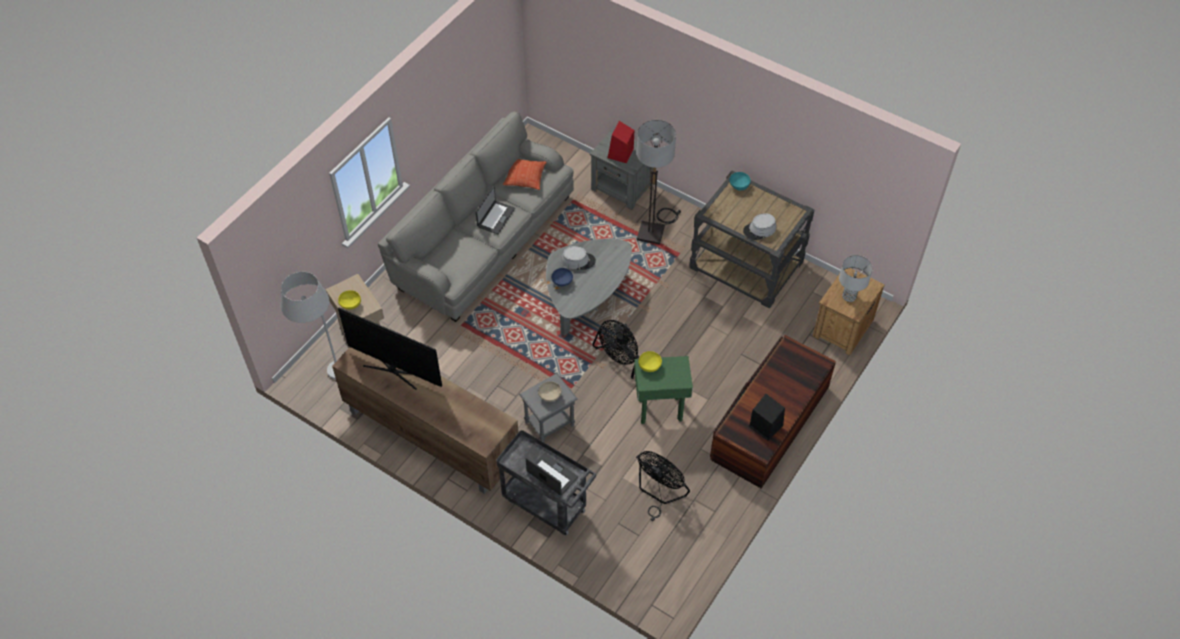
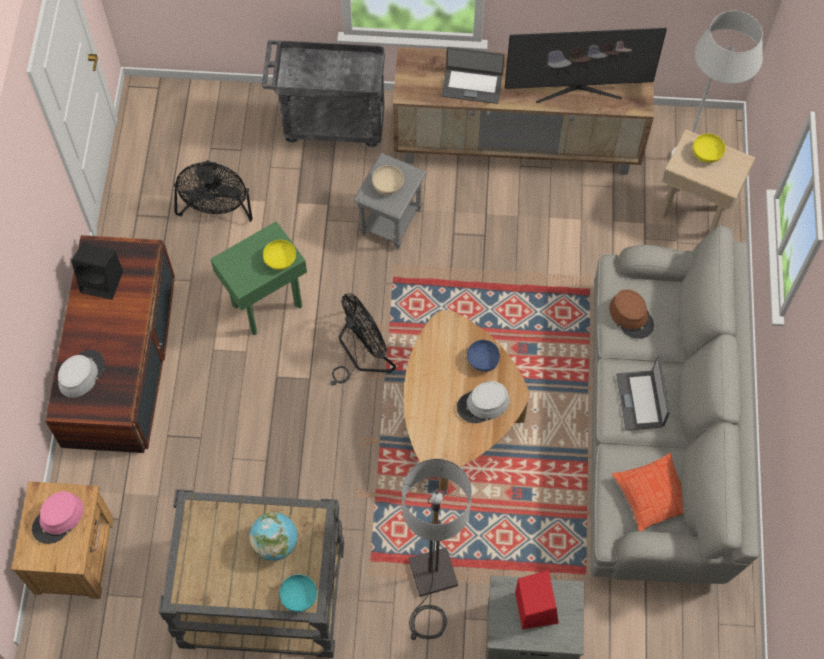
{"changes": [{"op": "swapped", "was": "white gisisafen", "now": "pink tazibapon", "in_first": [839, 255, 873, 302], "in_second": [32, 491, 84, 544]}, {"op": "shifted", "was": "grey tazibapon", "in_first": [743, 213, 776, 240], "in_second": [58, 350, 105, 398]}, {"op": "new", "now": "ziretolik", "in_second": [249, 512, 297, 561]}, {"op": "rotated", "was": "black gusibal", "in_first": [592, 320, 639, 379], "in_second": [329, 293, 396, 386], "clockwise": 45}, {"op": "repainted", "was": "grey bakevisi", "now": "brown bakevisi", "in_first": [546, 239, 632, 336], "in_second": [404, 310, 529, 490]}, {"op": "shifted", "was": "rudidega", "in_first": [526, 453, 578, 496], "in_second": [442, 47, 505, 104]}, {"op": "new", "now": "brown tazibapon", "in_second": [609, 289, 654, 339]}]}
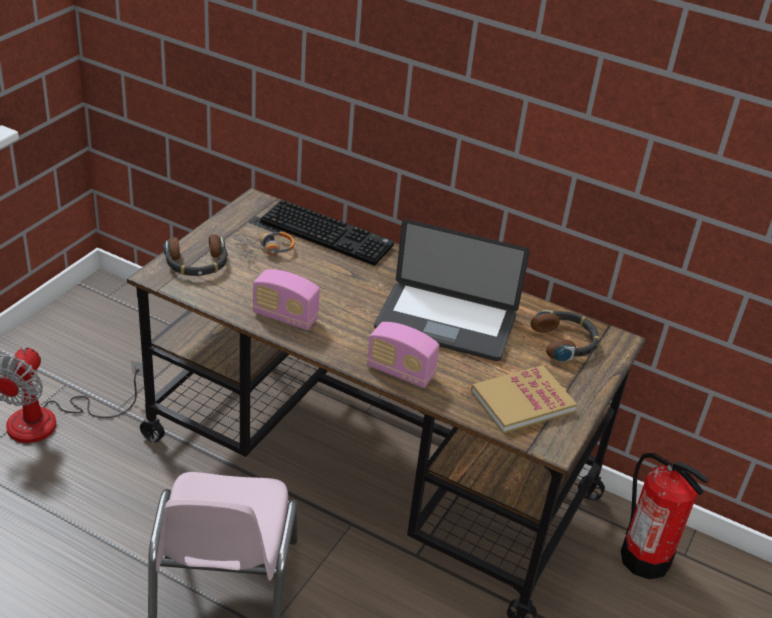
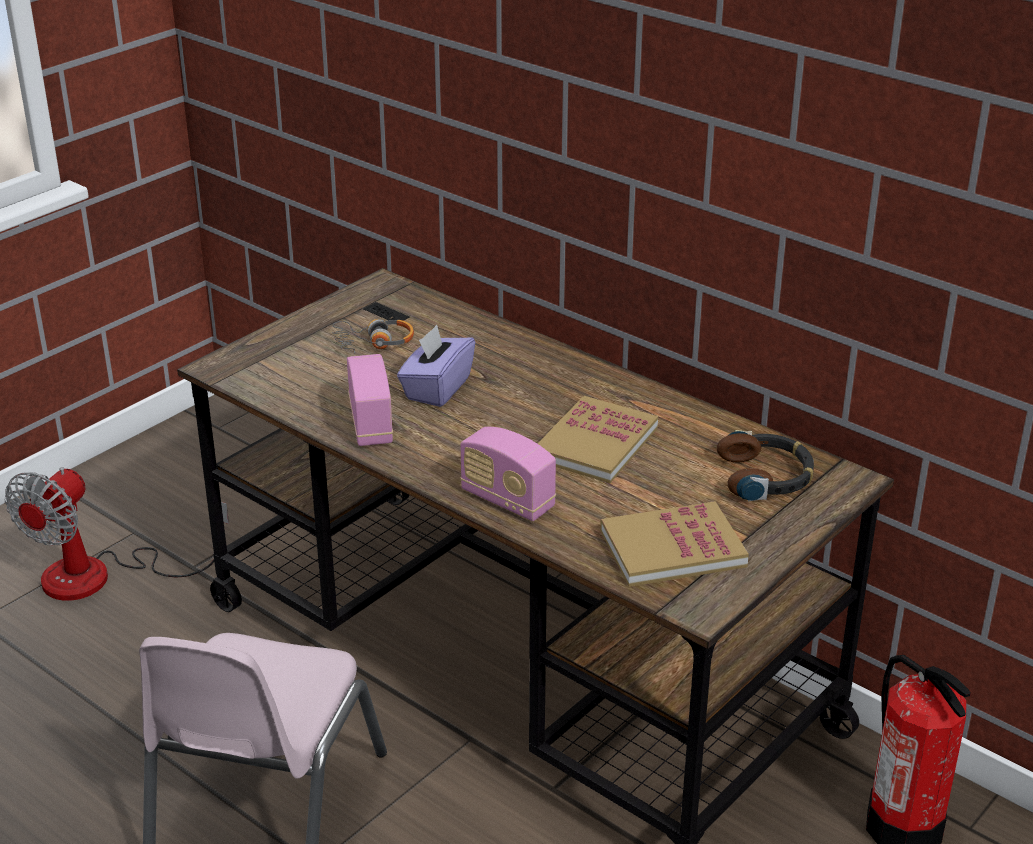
{"changes": [{"op": "rotated", "was": "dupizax", "in_first": [252, 269, 320, 330], "in_second": [347, 354, 393, 446], "clockwise": -135}, {"op": "new", "now": "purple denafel", "in_second": [397, 325, 475, 407]}, {"op": "swapped", "was": "rudidega", "now": "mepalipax", "in_first": [374, 219, 530, 361], "in_second": [538, 396, 658, 483]}, {"op": "gone", "was": "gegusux", "in_first": [163, 234, 228, 276]}, {"op": "gone", "was": "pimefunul", "in_first": [260, 200, 394, 266]}]}
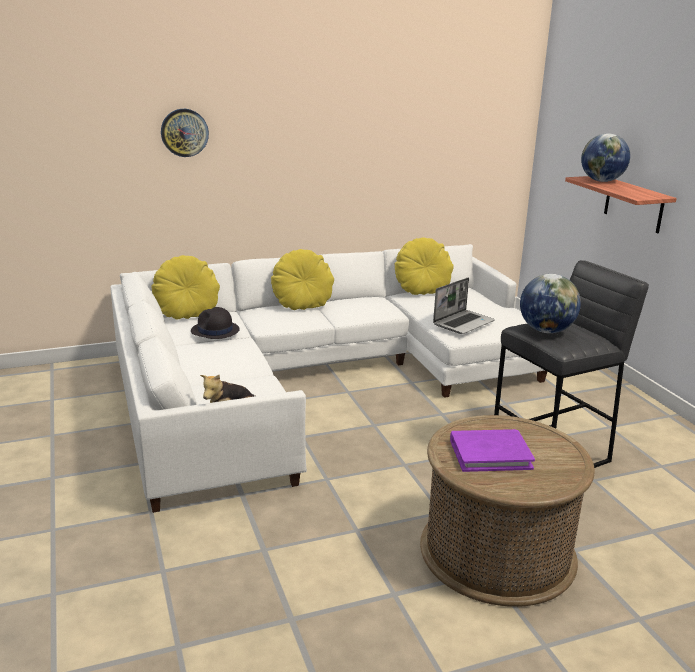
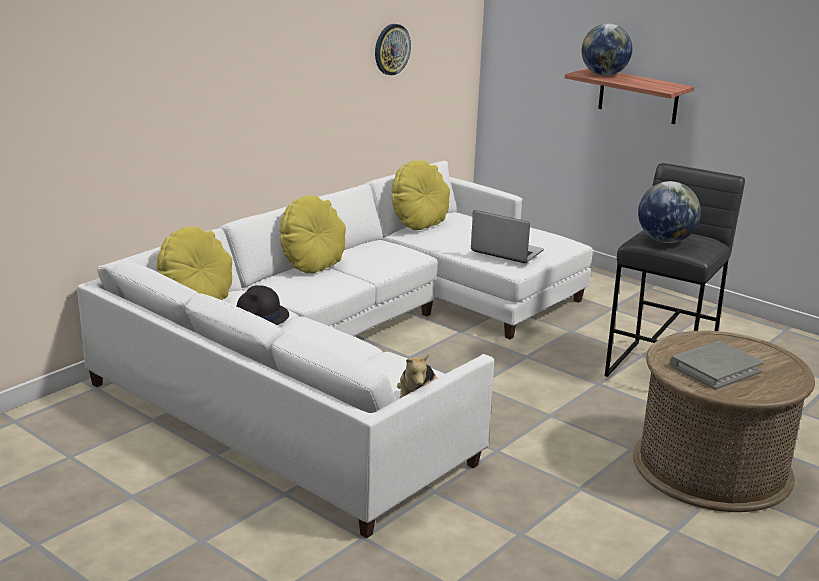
{"changes": [{"op": "shifted", "was": "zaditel", "in_first": [161, 109, 209, 157], "in_second": [375, 24, 411, 75]}, {"op": "rotated", "was": "rudidega", "in_first": [433, 278, 495, 334], "in_second": [471, 210, 544, 263], "clockwise": -75}, {"op": "repainted", "was": "purple mepalipax", "now": "grey mepalipax", "in_first": [450, 429, 535, 472], "in_second": [670, 341, 764, 390]}]}
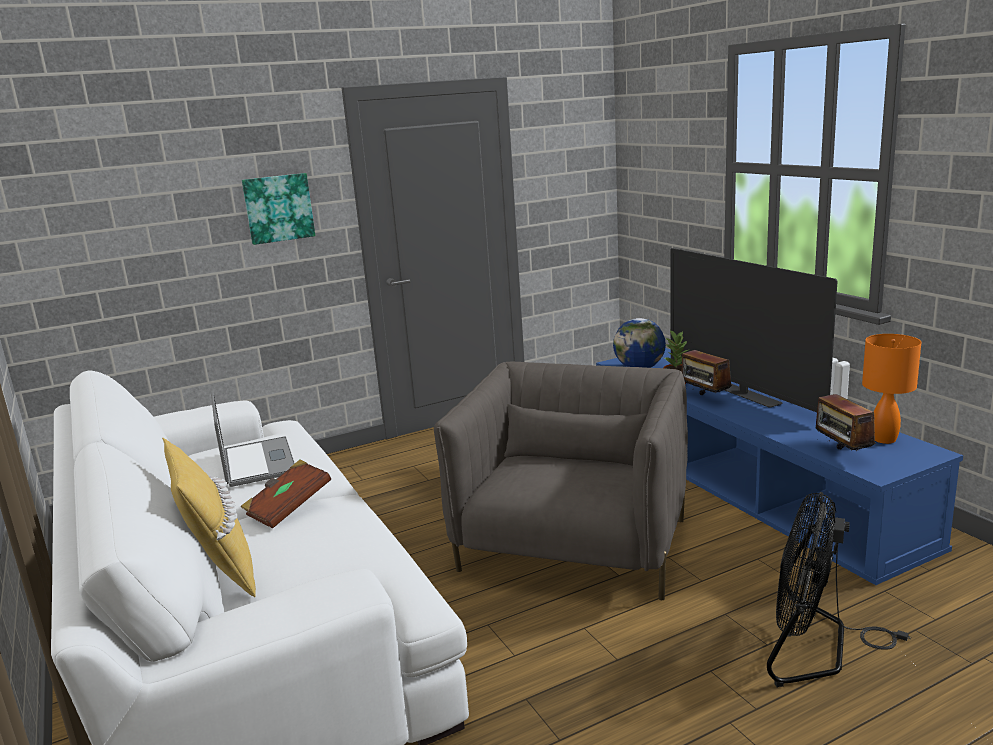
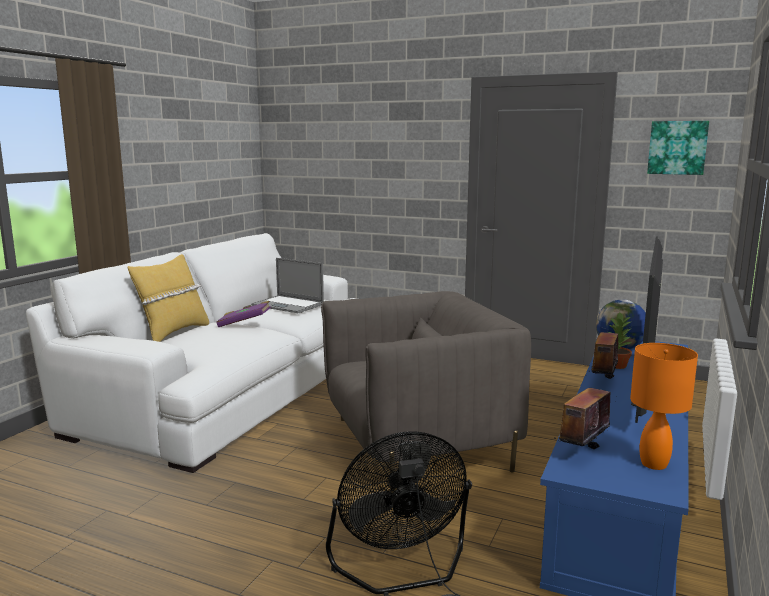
{"changes": [{"op": "repainted", "was": "brown mepalipax", "now": "purple mepalipax", "in_first": [241, 459, 331, 529], "in_second": [217, 301, 271, 327]}, {"op": "rotated", "was": "rudidega", "in_first": [211, 392, 295, 487], "in_second": [251, 258, 324, 313], "clockwise": 90}, {"op": "shifted", "was": "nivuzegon", "in_first": [242, 173, 315, 245], "in_second": [647, 121, 709, 175]}]}
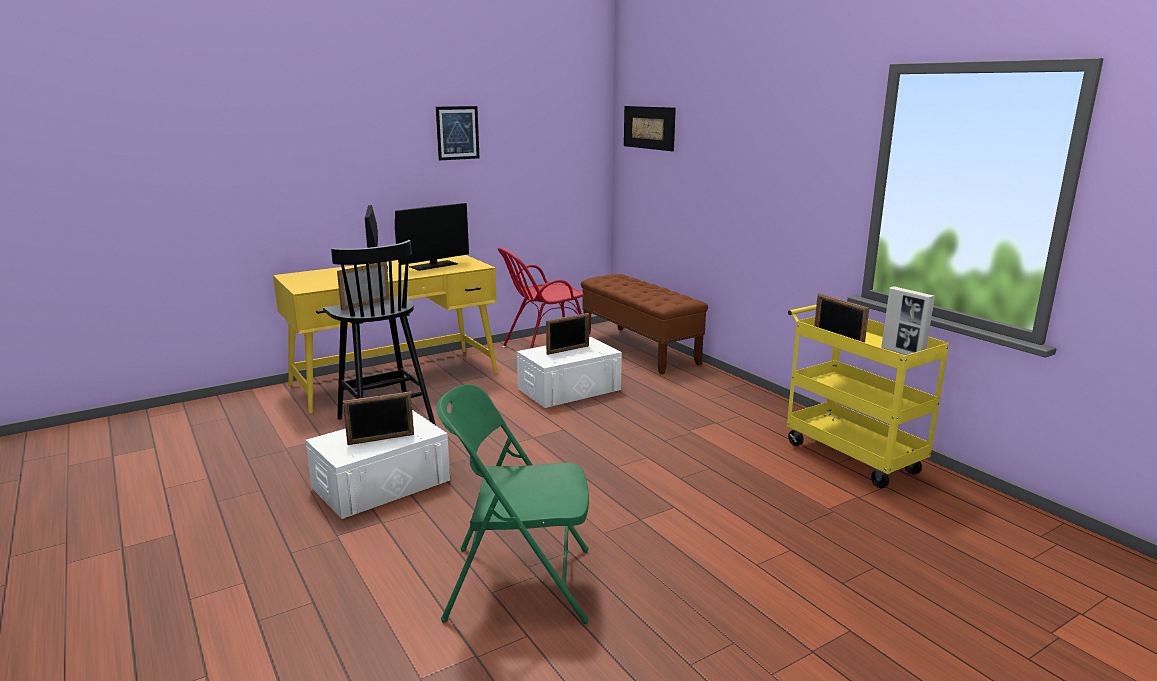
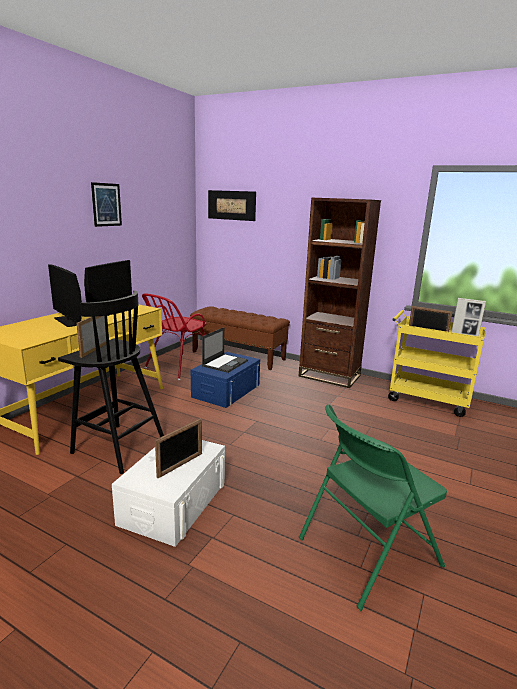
{"changes": [{"op": "repainted", "was": "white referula", "now": "blue referula", "in_first": [517, 337, 622, 408], "in_second": [191, 352, 260, 408]}, {"op": "swapped", "was": "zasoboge", "now": "rudidega", "in_first": [546, 313, 589, 355], "in_second": [202, 327, 248, 373]}, {"op": "new", "now": "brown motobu", "in_second": [298, 198, 381, 388]}]}
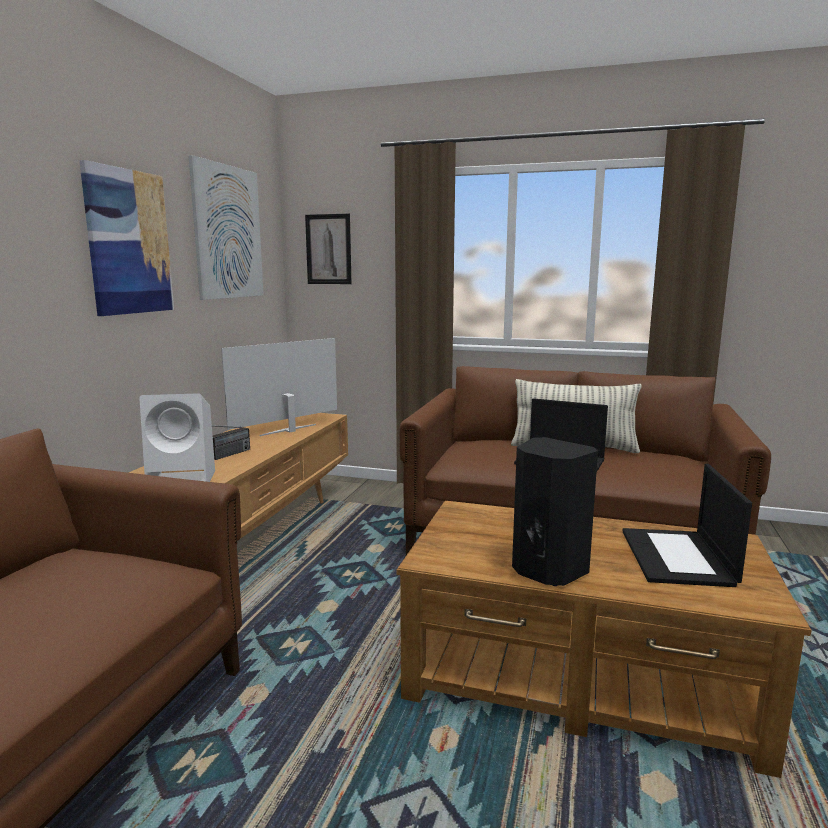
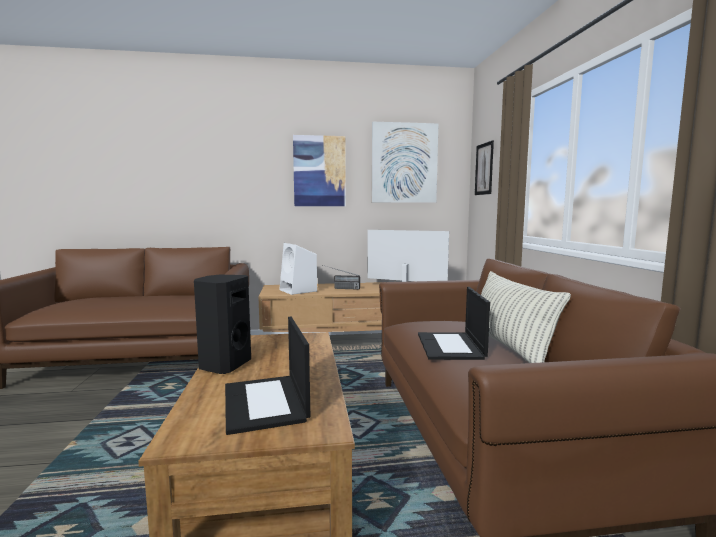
{"changes": [{"op": "rotated", "was": "rudidega", "in_first": [623, 464, 752, 587], "in_second": [225, 317, 310, 435], "clockwise": -90}]}
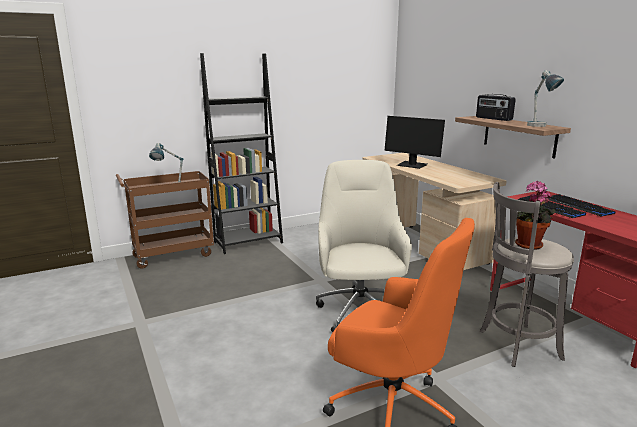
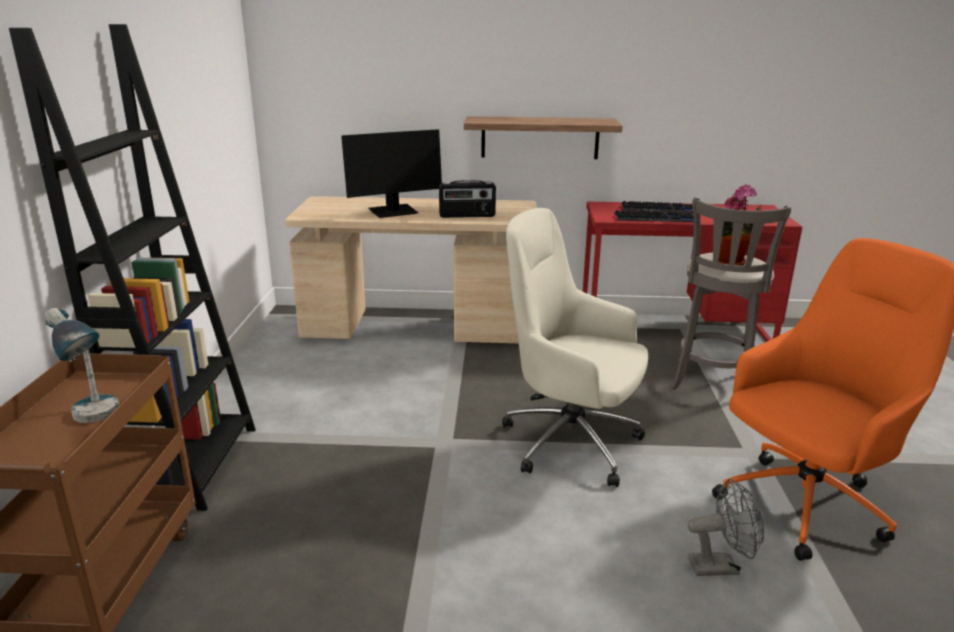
{"changes": [{"op": "shifted", "was": "dupizax", "in_first": [476, 94, 516, 121], "in_second": [439, 180, 496, 218]}, {"op": "new", "now": "grey gusibal", "in_second": [688, 479, 764, 576]}, {"op": "gone", "was": "gisisafen", "in_first": [527, 70, 564, 127]}]}
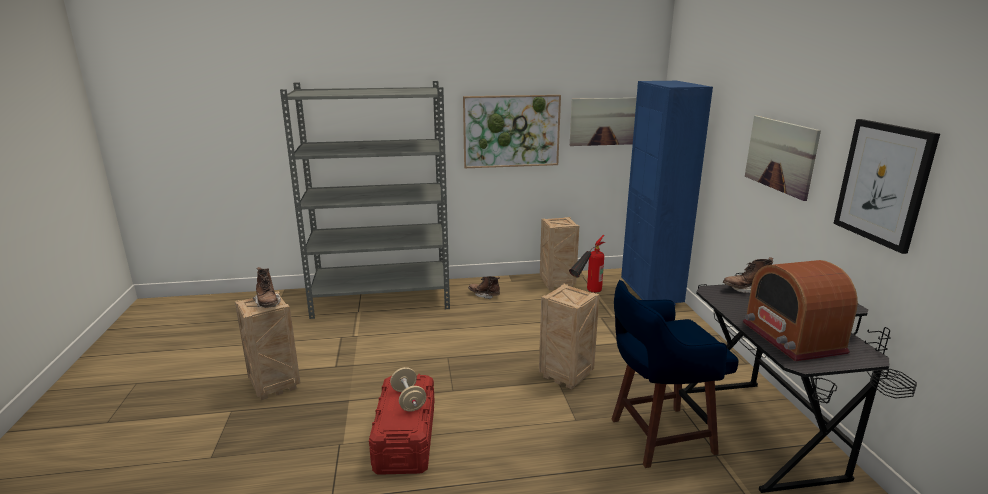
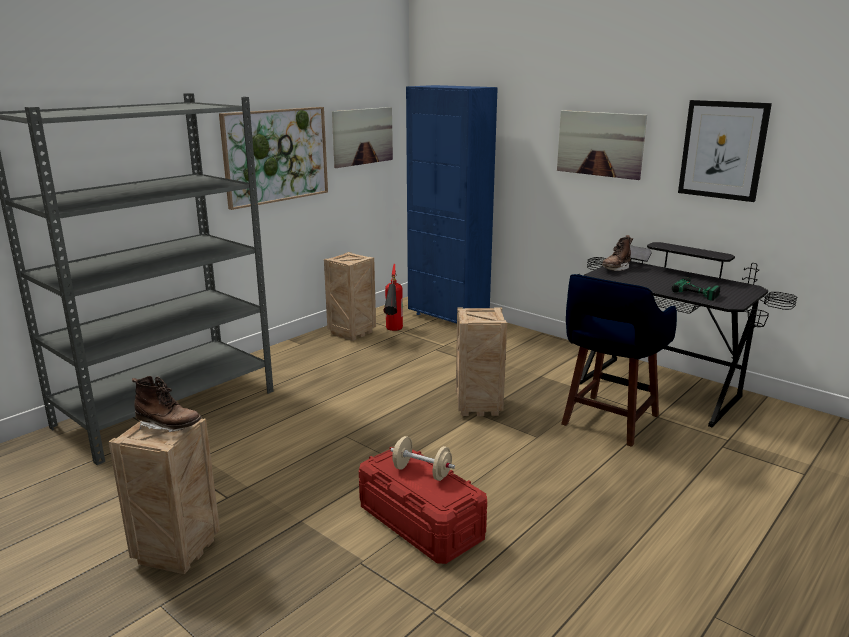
{"changes": [{"op": "swapped", "was": "dupizax", "now": "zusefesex", "in_first": [743, 260, 858, 361], "in_second": [672, 277, 720, 301]}, {"op": "gone", "was": "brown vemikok", "in_first": [468, 276, 500, 299]}]}
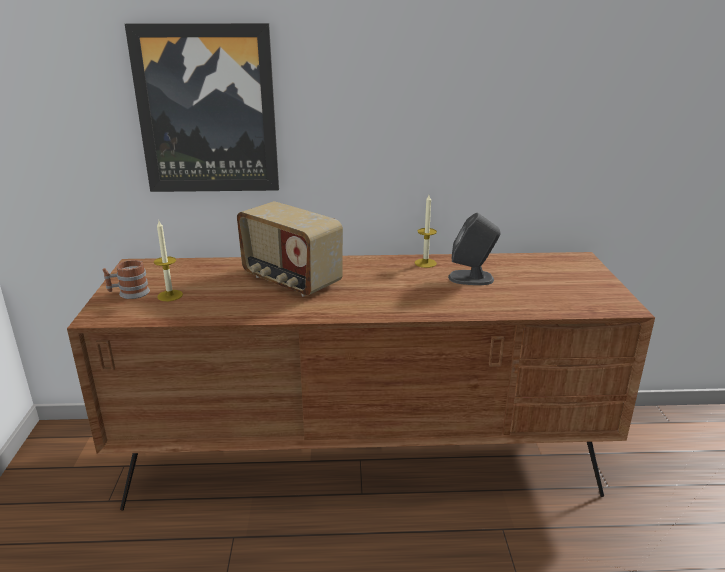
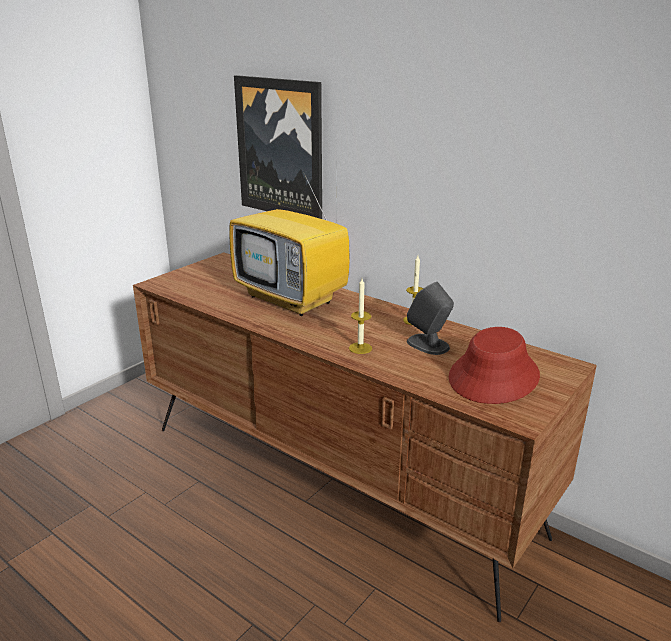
{"changes": [{"op": "swapped", "was": "dupizax", "now": "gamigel", "in_first": [237, 201, 343, 296], "in_second": [229, 172, 350, 316]}, {"op": "shifted", "was": "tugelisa", "in_first": [154, 221, 183, 301], "in_second": [349, 278, 372, 354]}, {"op": "new", "now": "red tazibapon", "in_second": [449, 327, 540, 404]}, {"op": "gone", "was": "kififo", "in_first": [103, 260, 150, 299]}]}
